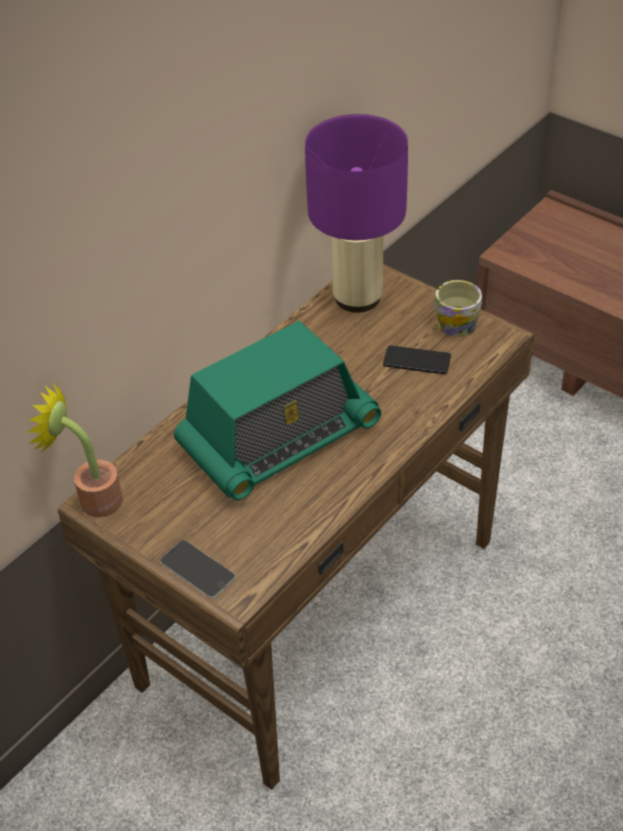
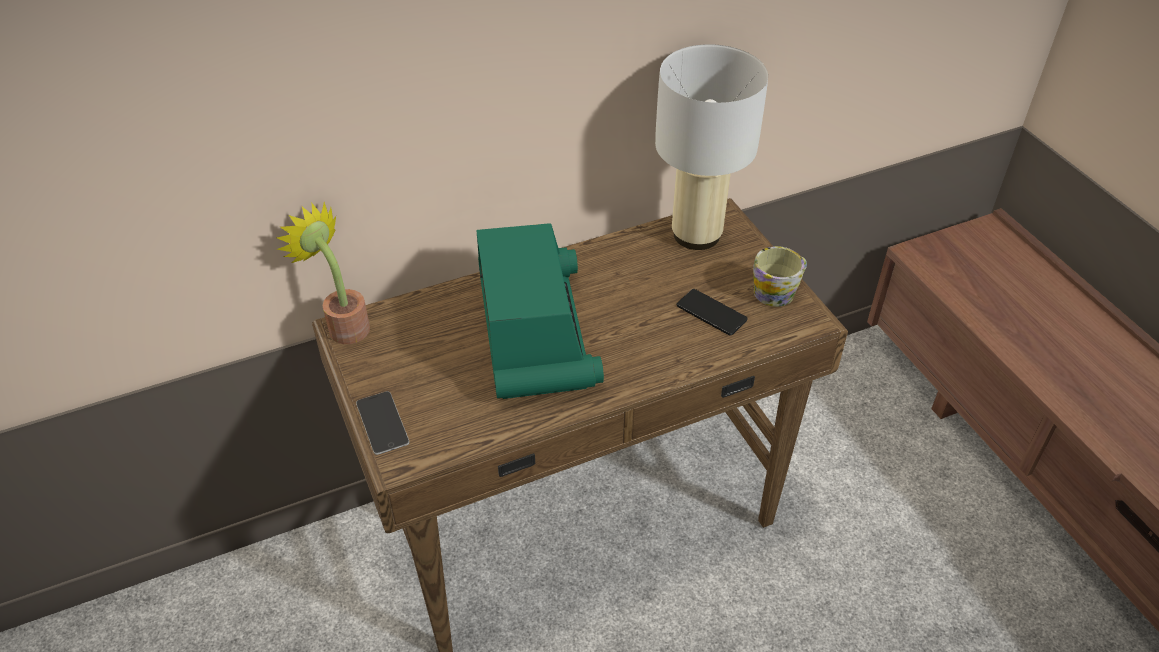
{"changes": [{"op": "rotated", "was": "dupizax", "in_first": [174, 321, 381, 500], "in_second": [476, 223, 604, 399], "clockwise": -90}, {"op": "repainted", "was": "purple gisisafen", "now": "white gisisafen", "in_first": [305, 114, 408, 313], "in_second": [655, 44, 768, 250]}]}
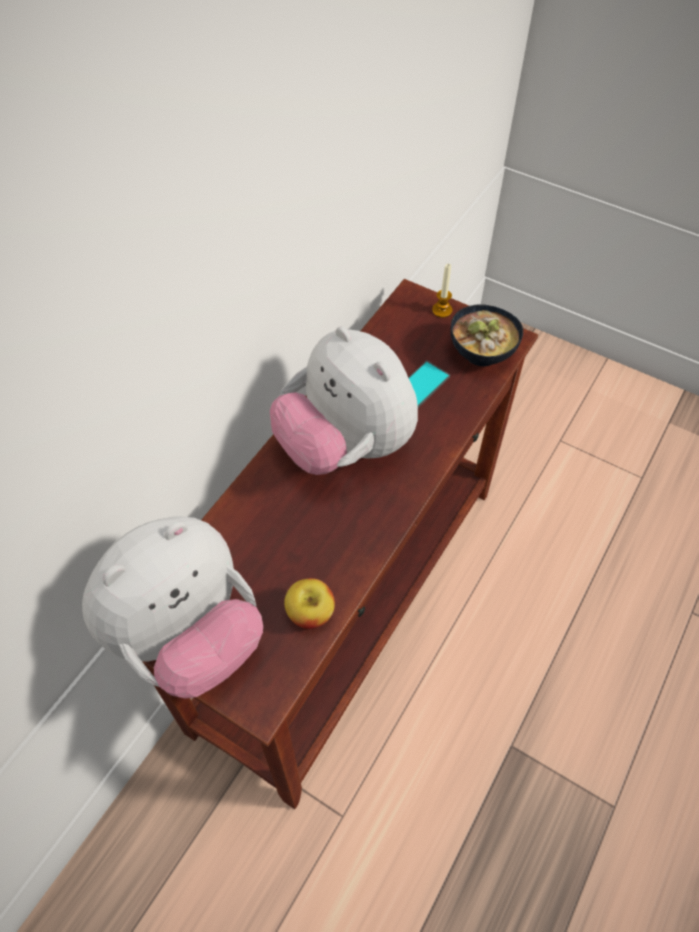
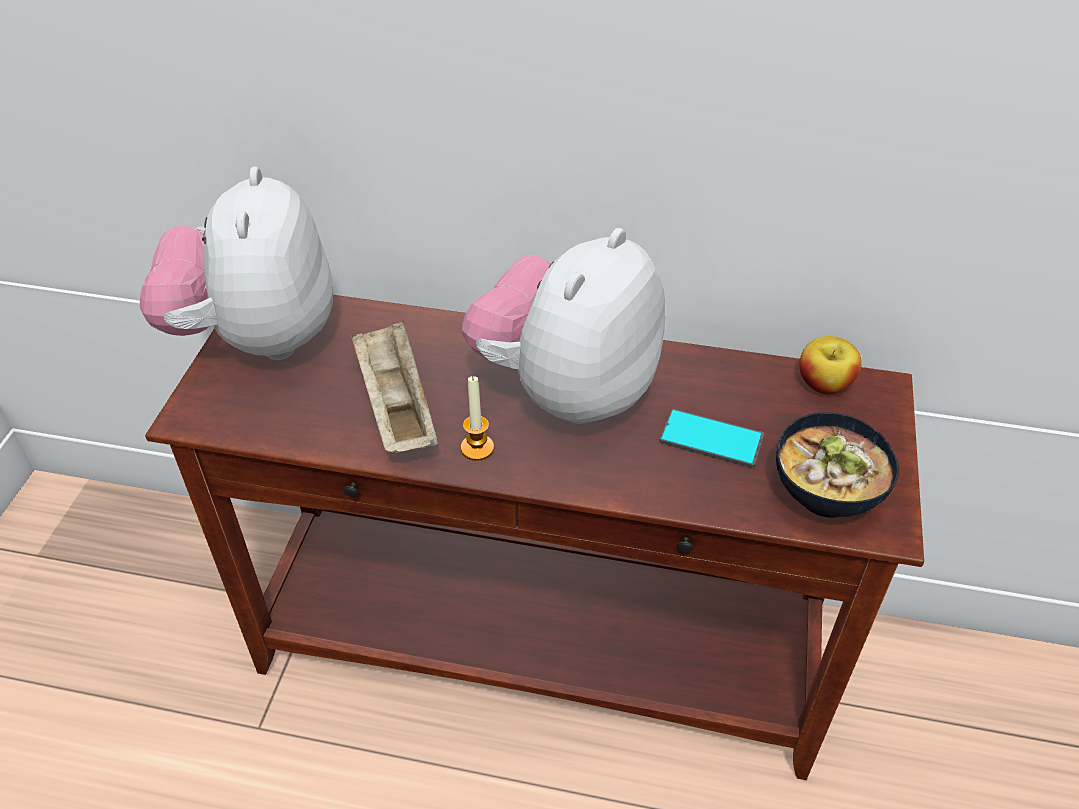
{"changes": [{"op": "rotated", "was": "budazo", "in_first": [82, 516, 263, 699], "in_second": [140, 167, 333, 360], "clockwise": 60}, {"op": "new", "now": "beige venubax", "in_second": [351, 320, 438, 453]}, {"op": "shifted", "was": "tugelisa", "in_first": [432, 264, 453, 318], "in_second": [460, 376, 494, 461]}, {"op": "shifted", "was": "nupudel", "in_first": [284, 578, 335, 629], "in_second": [799, 336, 862, 394]}]}
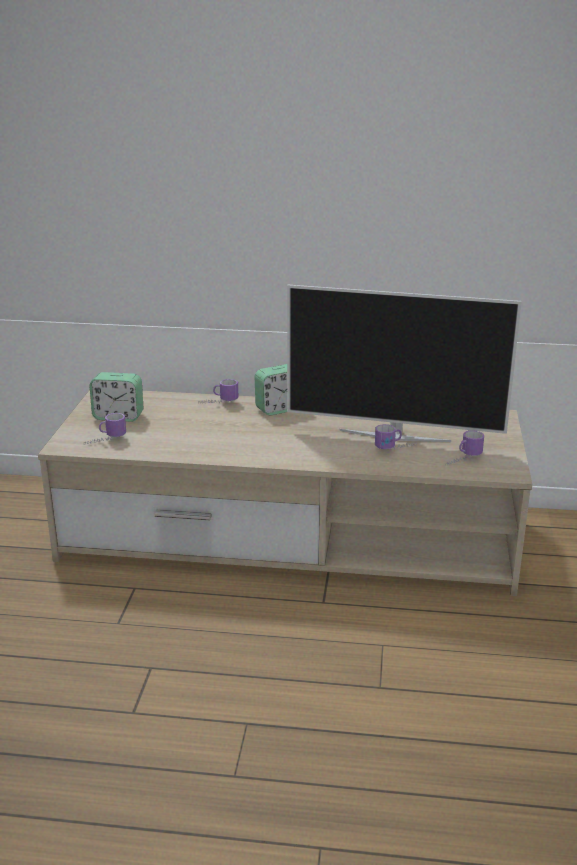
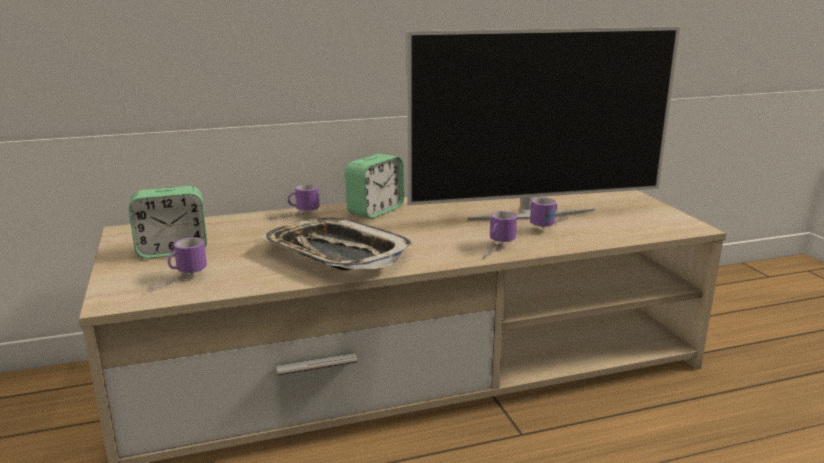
{"changes": [{"op": "new", "now": "venubax", "in_second": [261, 217, 413, 270]}, {"op": "shifted", "was": "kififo", "in_first": [447, 430, 484, 465], "in_second": [483, 211, 517, 258]}]}
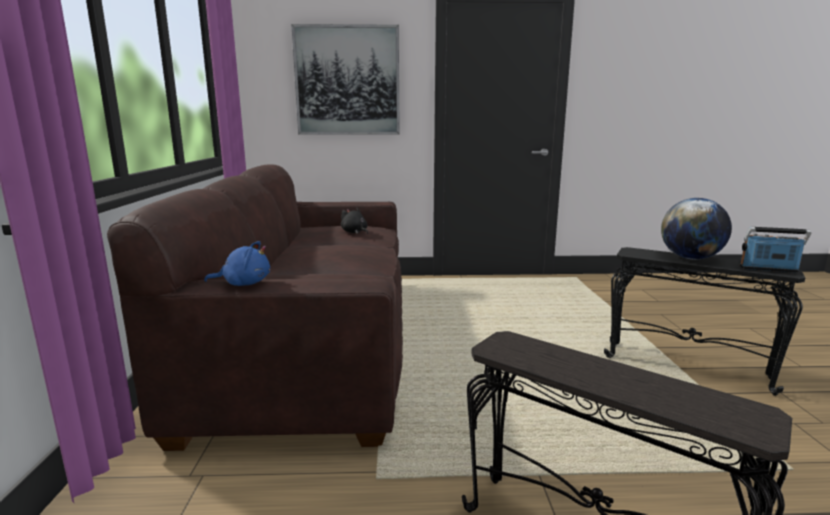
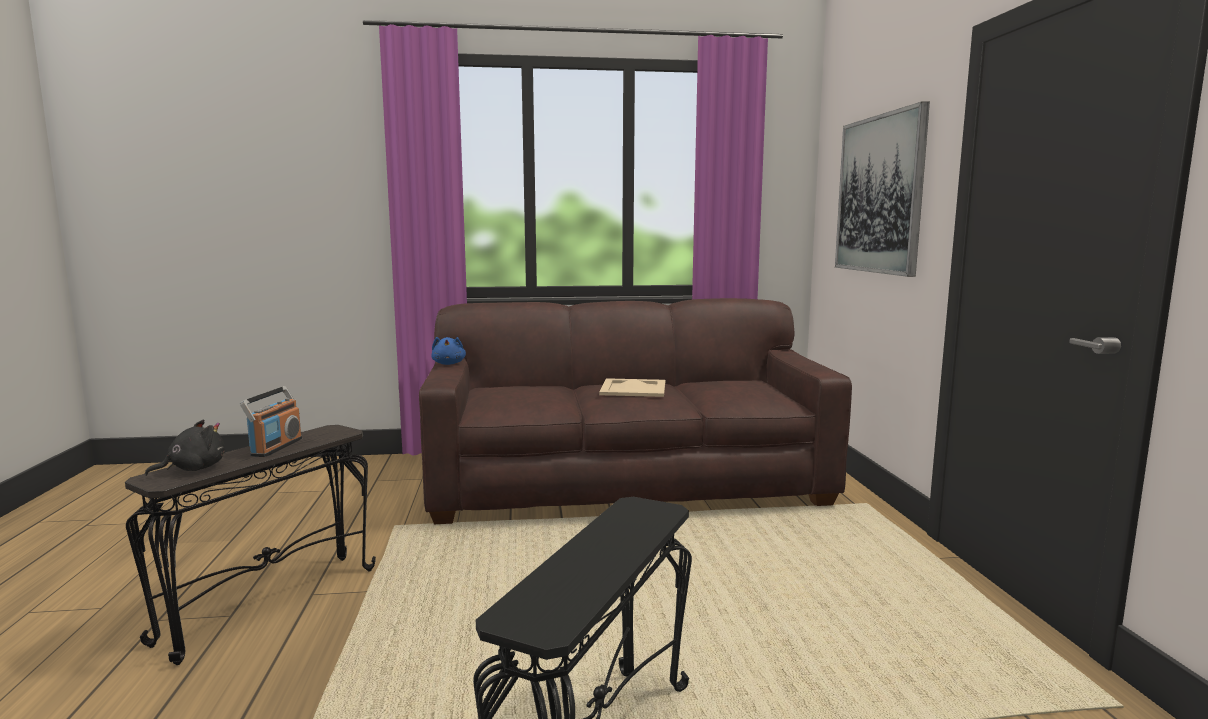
{"changes": [{"op": "shifted", "was": "black budazo", "in_first": [341, 208, 368, 234], "in_second": [145, 420, 225, 476]}, {"op": "shifted", "was": "dupizax", "in_first": [740, 227, 811, 273], "in_second": [240, 386, 302, 457]}, {"op": "new", "now": "beige venubax", "in_second": [599, 378, 665, 397]}, {"op": "gone", "was": "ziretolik", "in_first": [661, 198, 732, 259]}]}
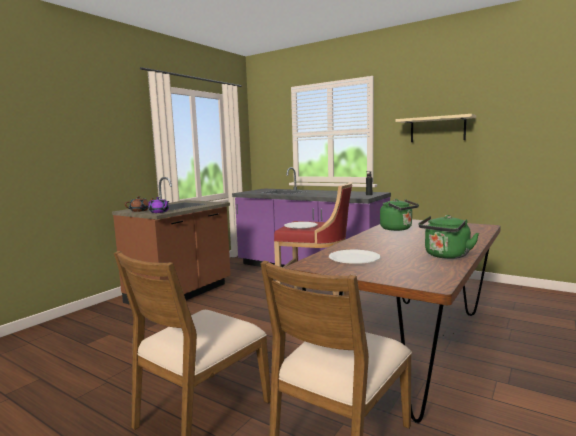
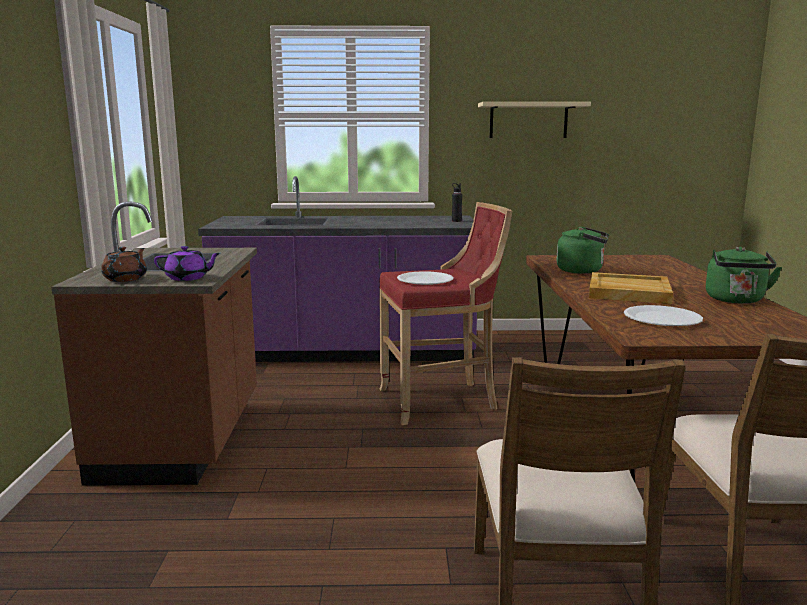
{"changes": [{"op": "new", "now": "beige venubax", "in_second": [589, 272, 673, 304]}]}
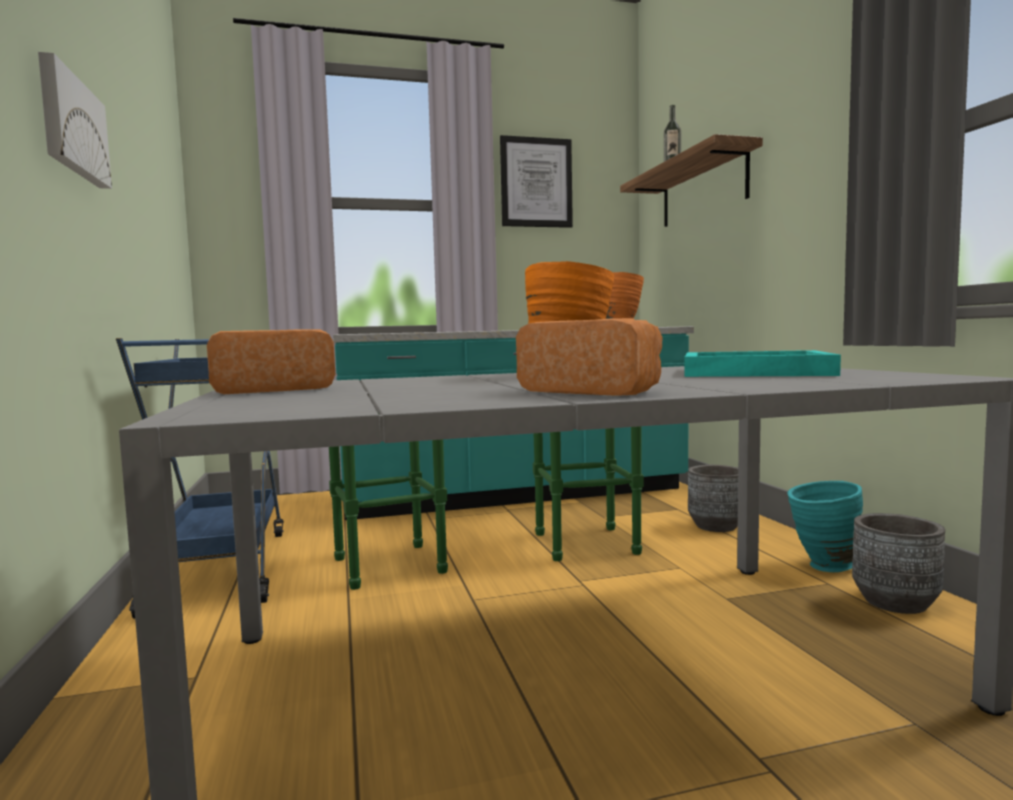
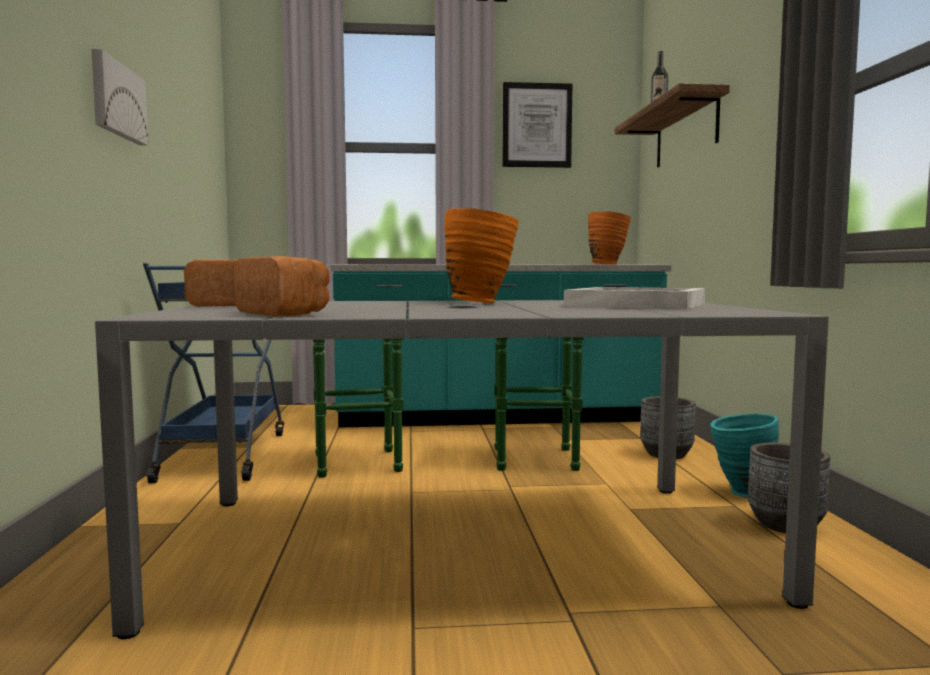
{"changes": [{"op": "shifted", "was": "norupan", "in_first": [516, 318, 662, 396], "in_second": [234, 256, 330, 316]}, {"op": "repainted", "was": "turquoise venubax", "now": "white venubax", "in_first": [684, 350, 841, 377], "in_second": [564, 287, 705, 310]}]}
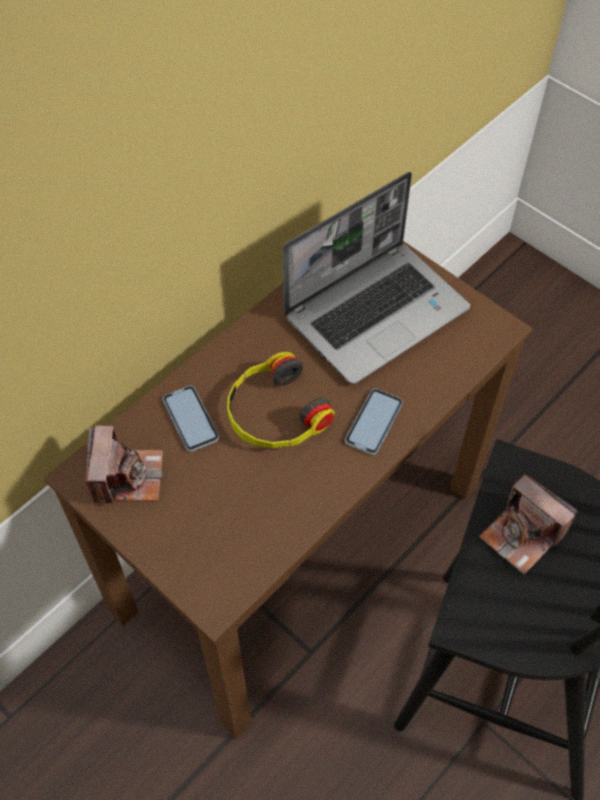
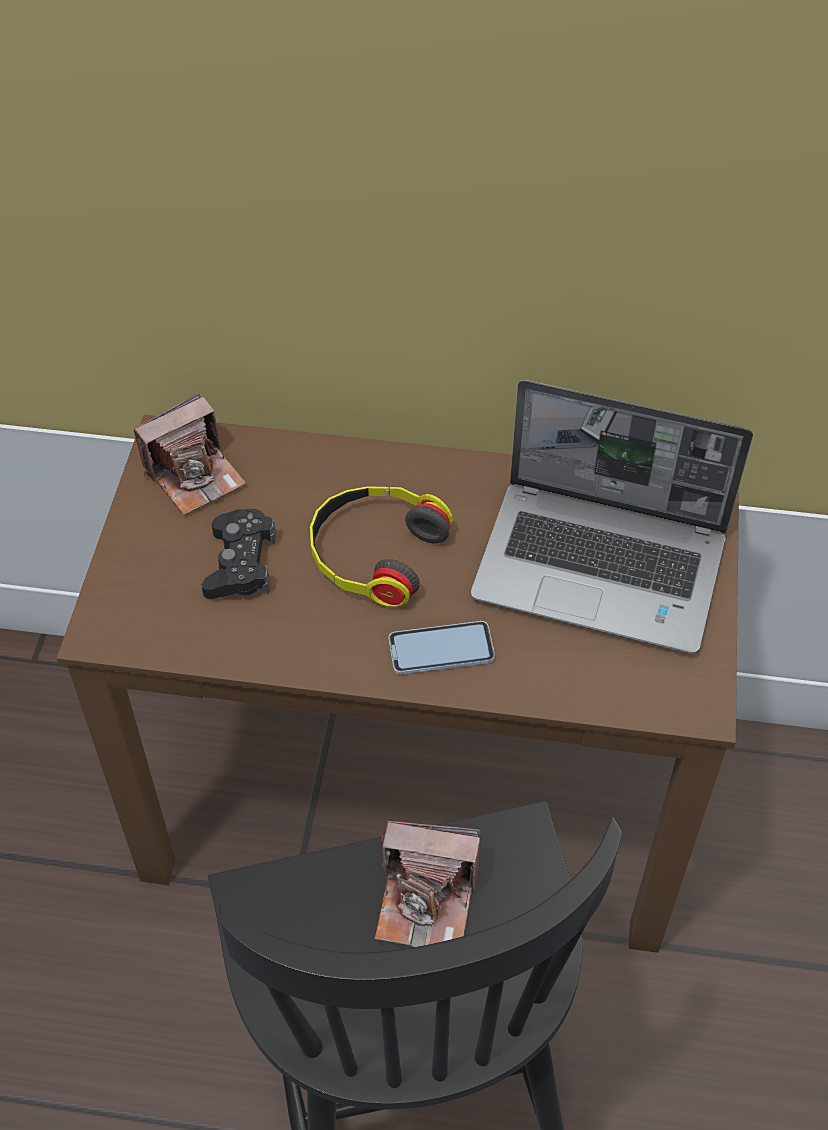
{"changes": [{"op": "new", "now": "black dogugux", "in_second": [202, 509, 276, 599]}, {"op": "rotated", "was": "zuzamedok", "in_first": [479, 474, 577, 574], "in_second": [375, 821, 480, 947], "clockwise": -90}, {"op": "gone", "was": "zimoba", "in_first": [163, 386, 219, 452]}]}
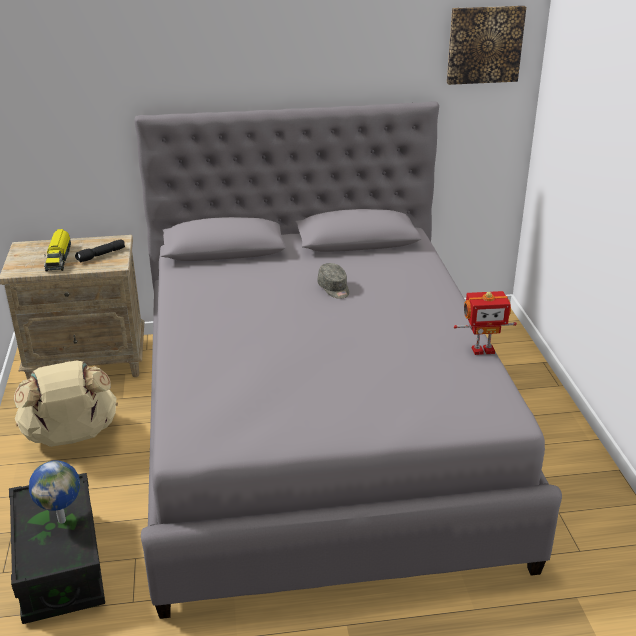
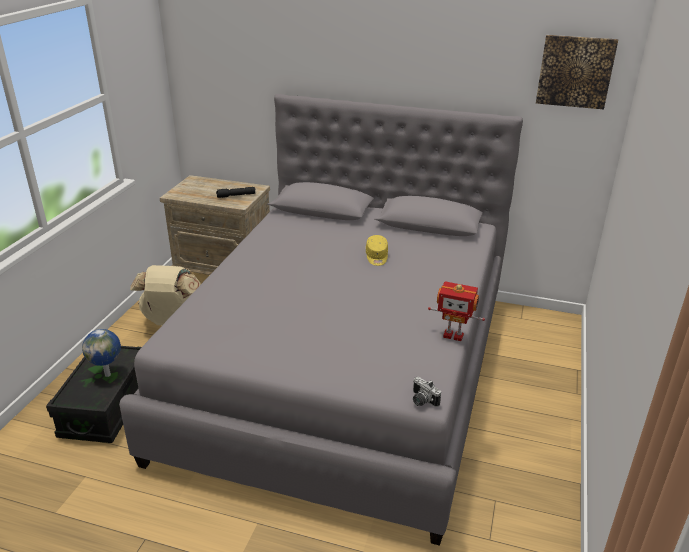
{"changes": [{"op": "repainted", "was": "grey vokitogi", "now": "yellow vokitogi", "in_first": [317, 263, 349, 299], "in_second": [366, 235, 388, 266]}, {"op": "new", "now": "zuzamedok", "in_second": [413, 376, 441, 407]}, {"op": "gone", "was": "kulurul", "in_first": [44, 229, 71, 272]}]}
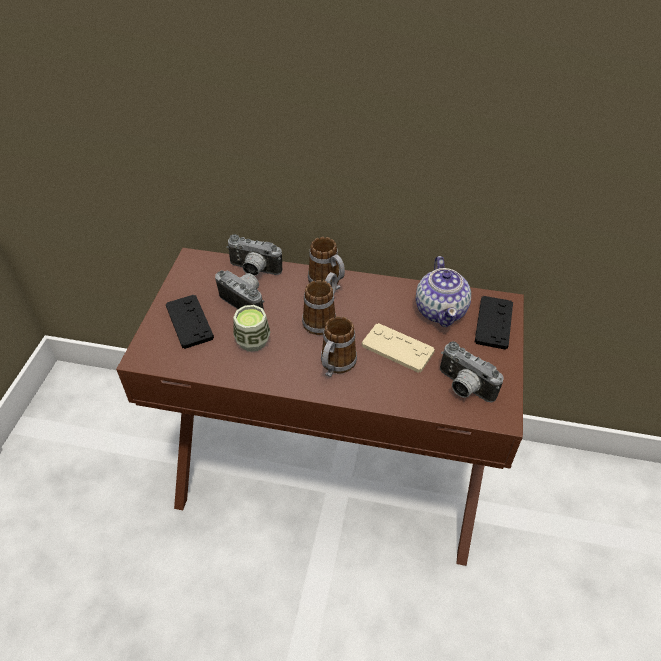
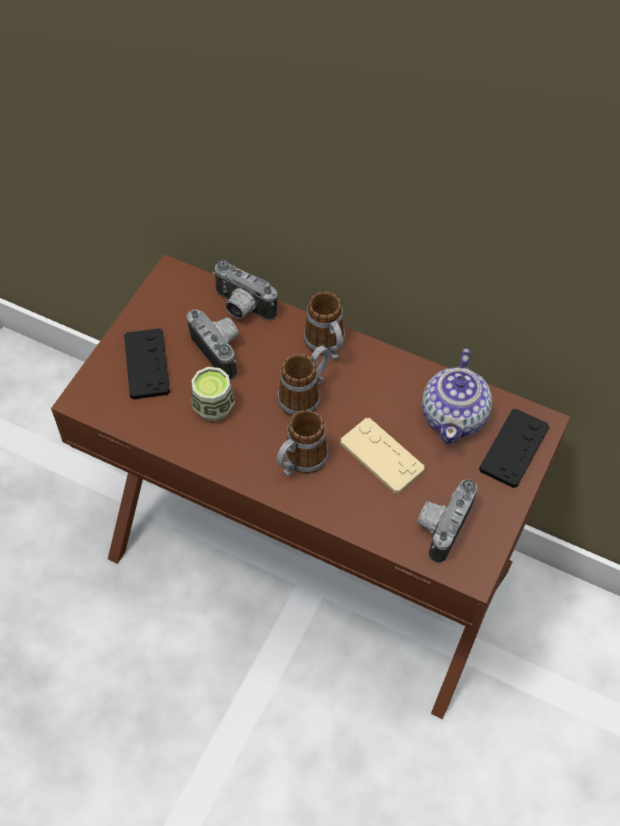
{"changes": [{"op": "rotated", "was": "zuzamedok", "in_first": [440, 341, 504, 403], "in_second": [417, 479, 477, 563], "clockwise": 60}]}
